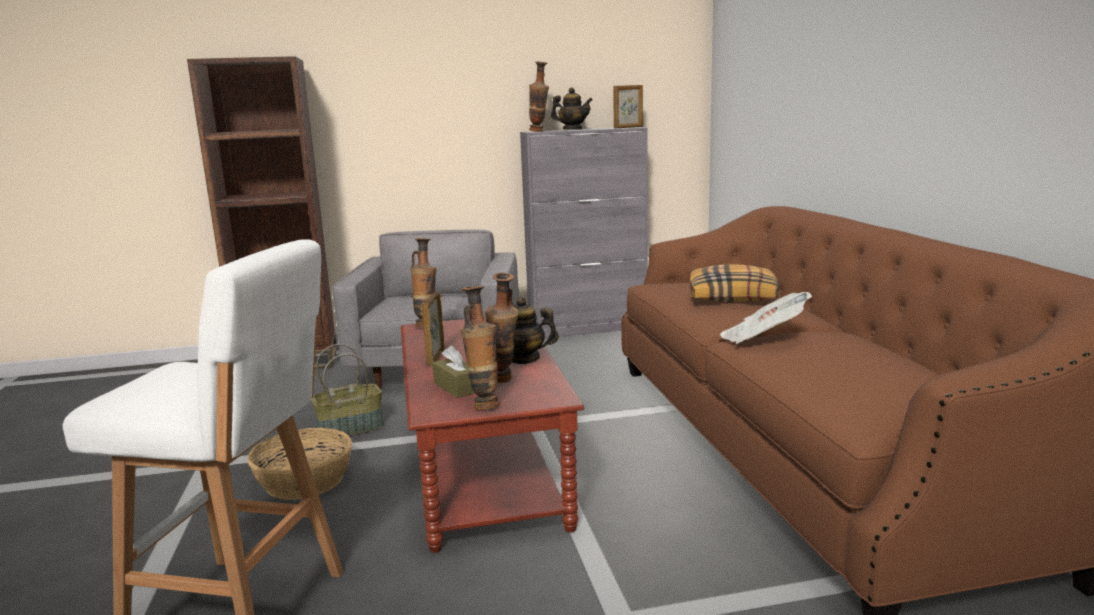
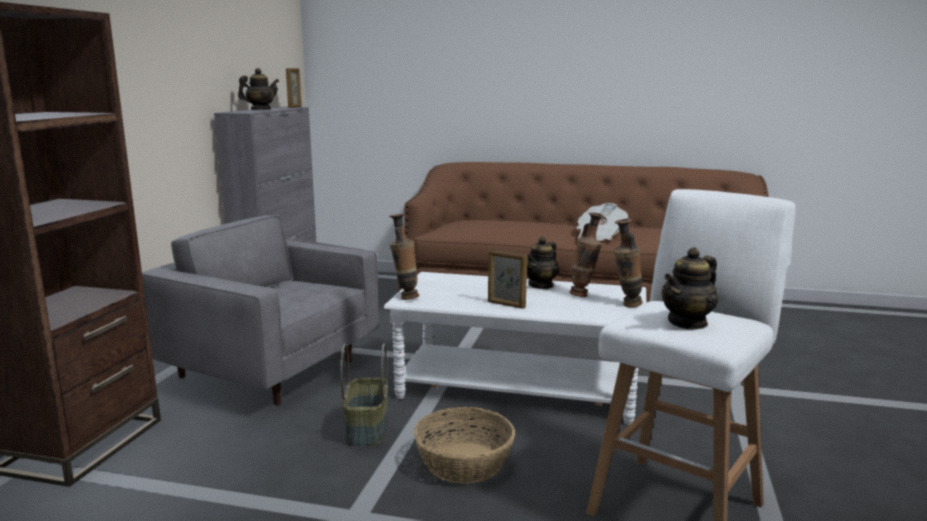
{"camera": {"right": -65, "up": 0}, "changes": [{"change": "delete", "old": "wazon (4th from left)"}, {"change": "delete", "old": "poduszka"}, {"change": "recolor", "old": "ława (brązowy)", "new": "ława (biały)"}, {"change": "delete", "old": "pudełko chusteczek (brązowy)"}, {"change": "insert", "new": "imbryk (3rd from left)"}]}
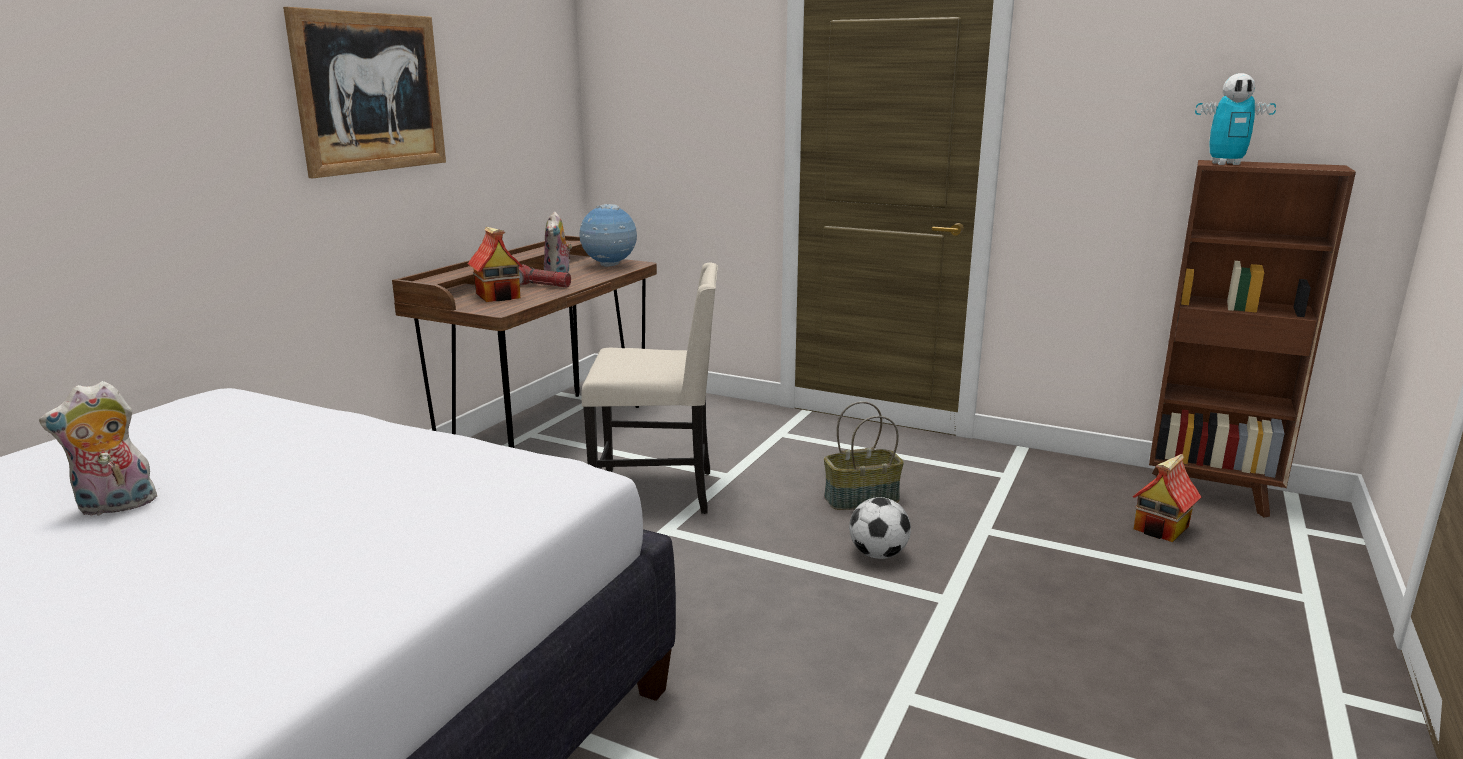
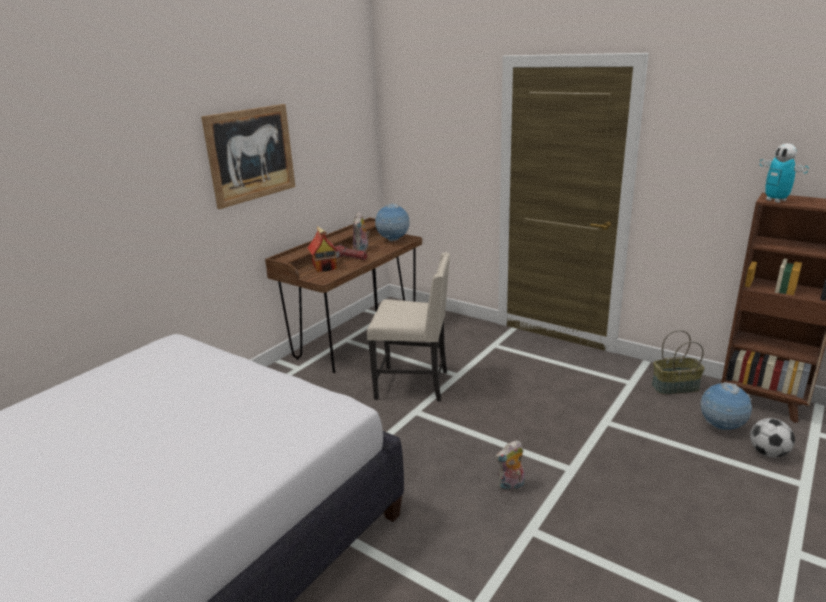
{"camera": {"right": 10, "up": 5}, "changes": [{"change": "rotate", "old": "robot zabawkowy", "degrees": 45}, {"change": "move", "old": "pluszak (1st from left in the first image)", "new": "pluszak (2nd from left)"}, {"change": "move", "old": "koszyk"}, {"change": "replace", "old": "domek (2nd from left)", "new": "globus (2nd from left)"}, {"change": "move", "old": "piłka futbolowa"}]}
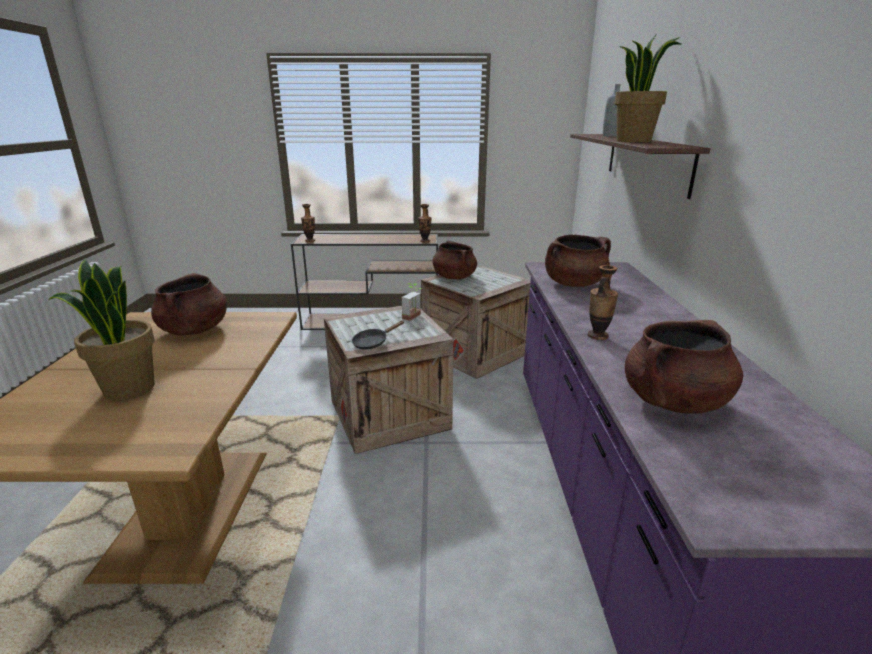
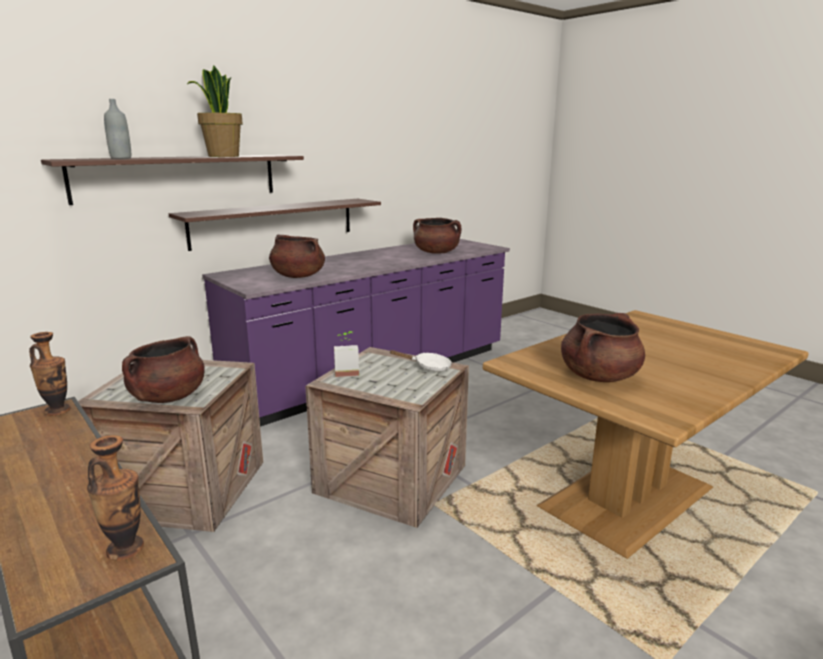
{"camera": {"right": -130, "up": -5}, "changes": [{"change": "delete", "old": "roślina doniczkowa (1st from left)"}, {"change": "delete", "old": "wazon (3rd from left)"}, {"change": "recolor", "old": "patelnia (czarny)", "new": "patelnia (biały)"}, {"change": "insert", "new": "półka (2nd from left)"}]}
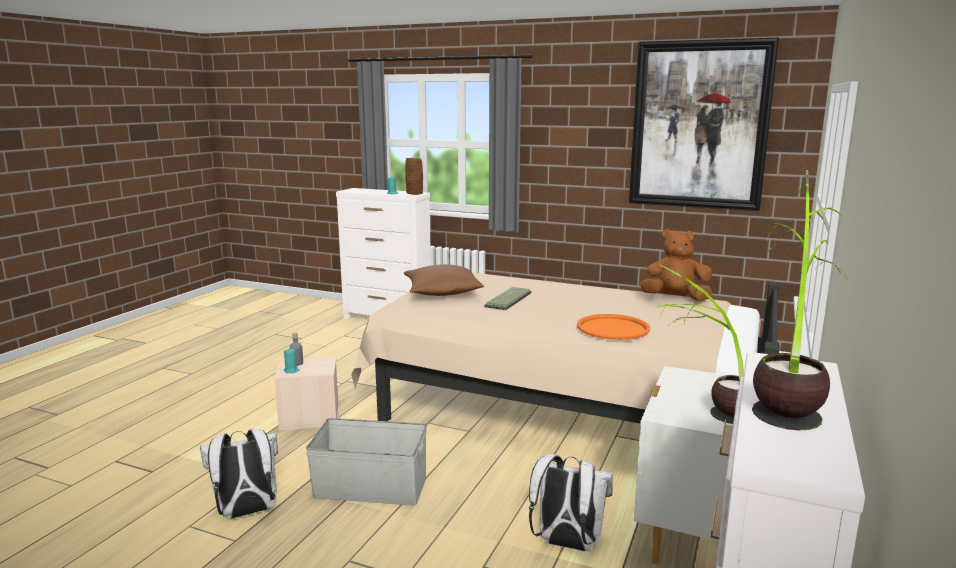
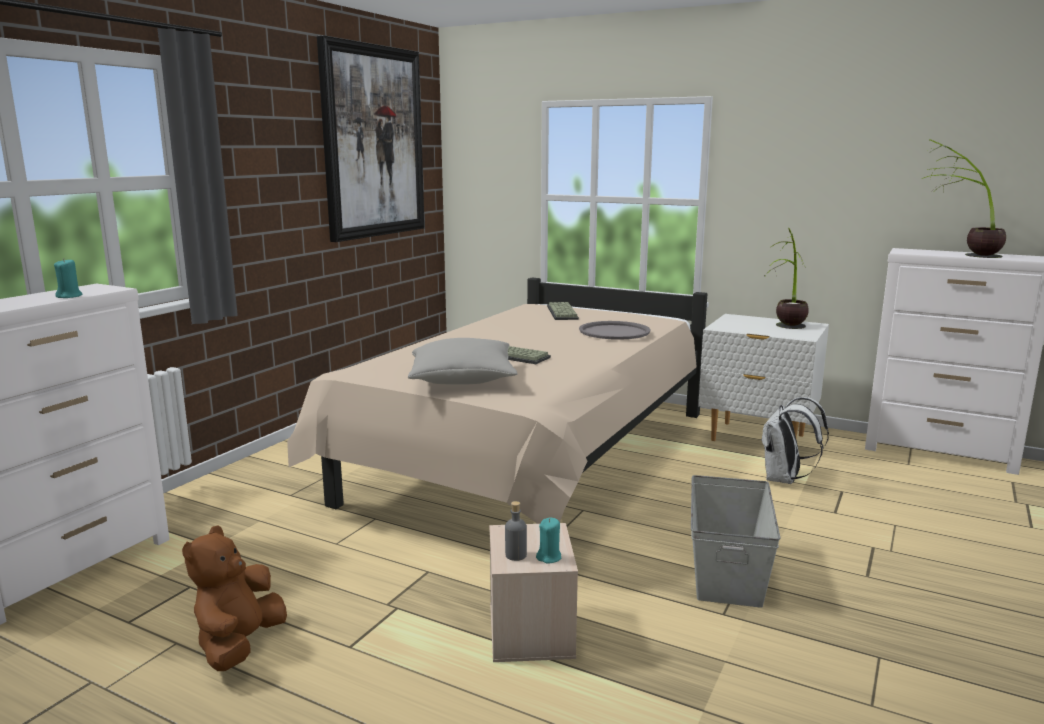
{"camera": {"right": -85, "up": 0}, "changes": [{"change": "delete", "old": "wazon (brązowy)"}, {"change": "move", "old": "pluszak (brązowy)"}, {"change": "recolor", "old": "poduszka (brązowy)", "new": "poduszka (szary)"}, {"change": "recolor", "old": "taca (pomarańczowy)", "new": "taca (szary)"}, {"change": "delete", "old": "plecak (biały) (1st from left)"}, {"change": "insert", "new": "klawiatura (2nd from left)"}]}
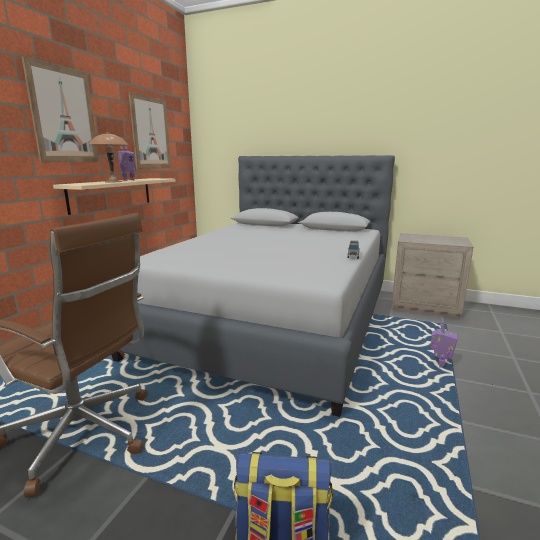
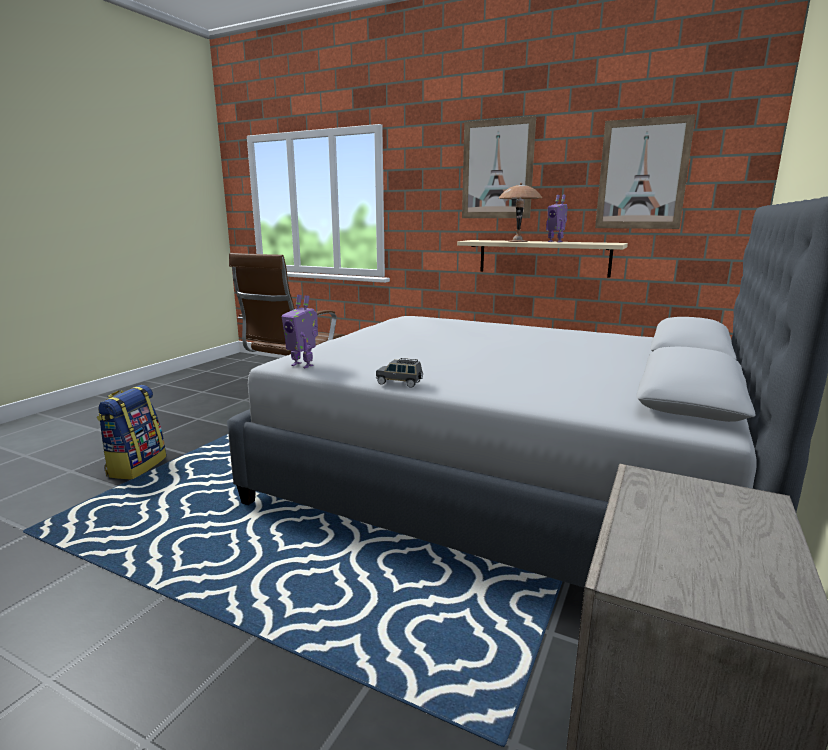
{"camera": {"right": 95, "up": 0}, "changes": [{"change": "move", "old": "robot zabawkowy (2nd from left in the first image)", "new": "robot zabawkowy (1st from left)"}]}
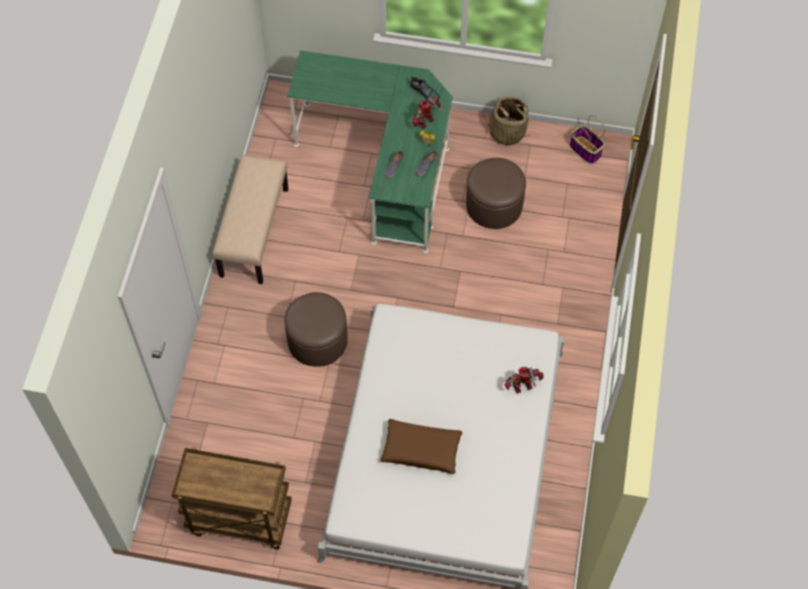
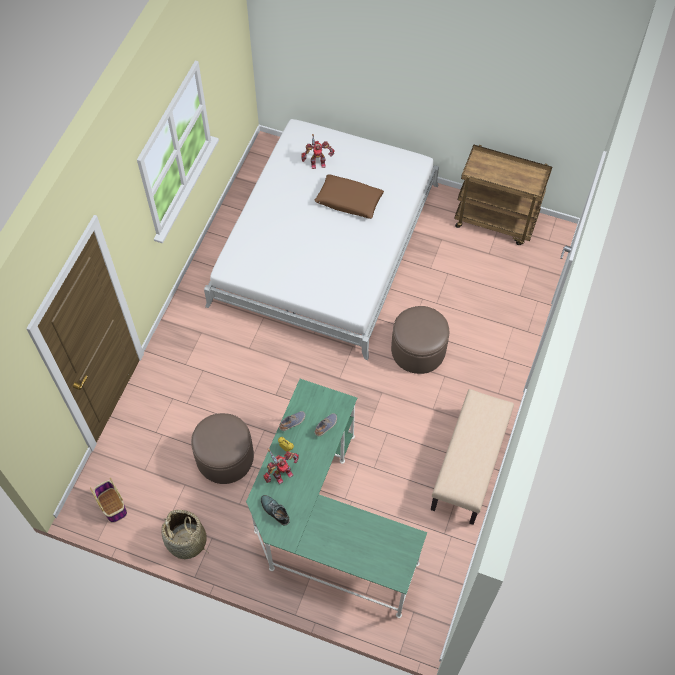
{"camera": {"right": -170, "up": 0}, "changes": [{"change": "move", "old": "robot zabawkowy (2nd from left)"}]}
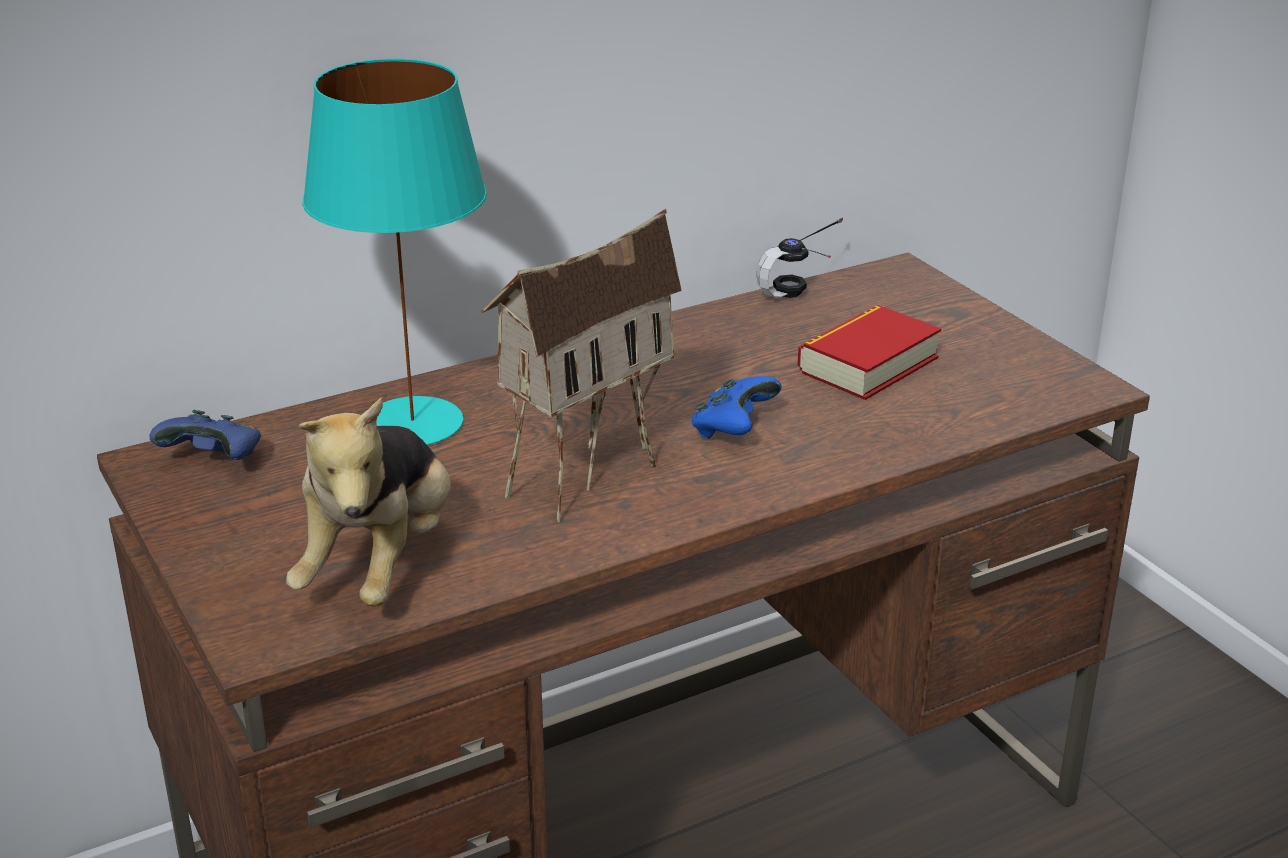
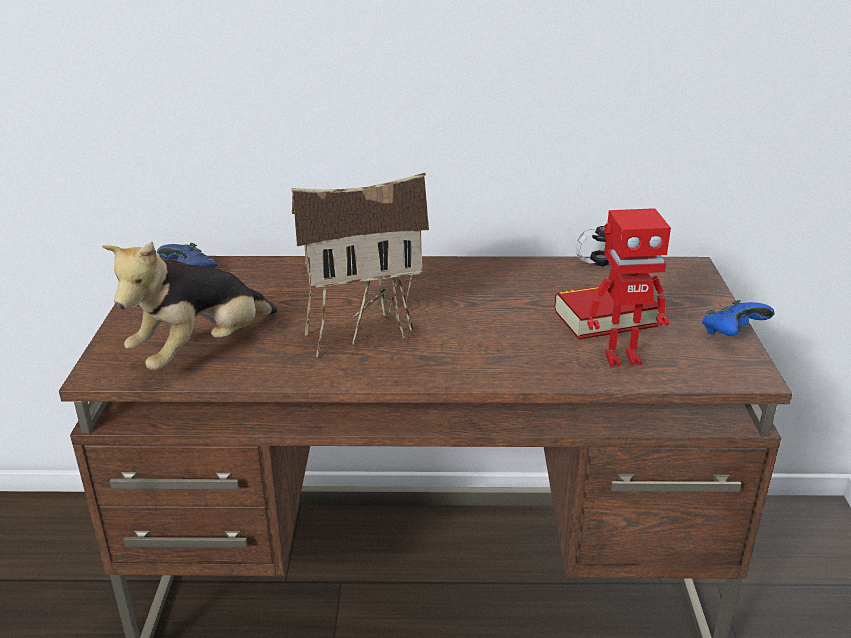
{"camera": {"right": 30, "up": 0}, "changes": [{"change": "delete", "old": "lampa stołowa (turkusowy)"}, {"change": "move", "old": "pad do gier (niebieski) (2nd from left)"}, {"change": "insert", "new": "robot zabawkowy"}]}
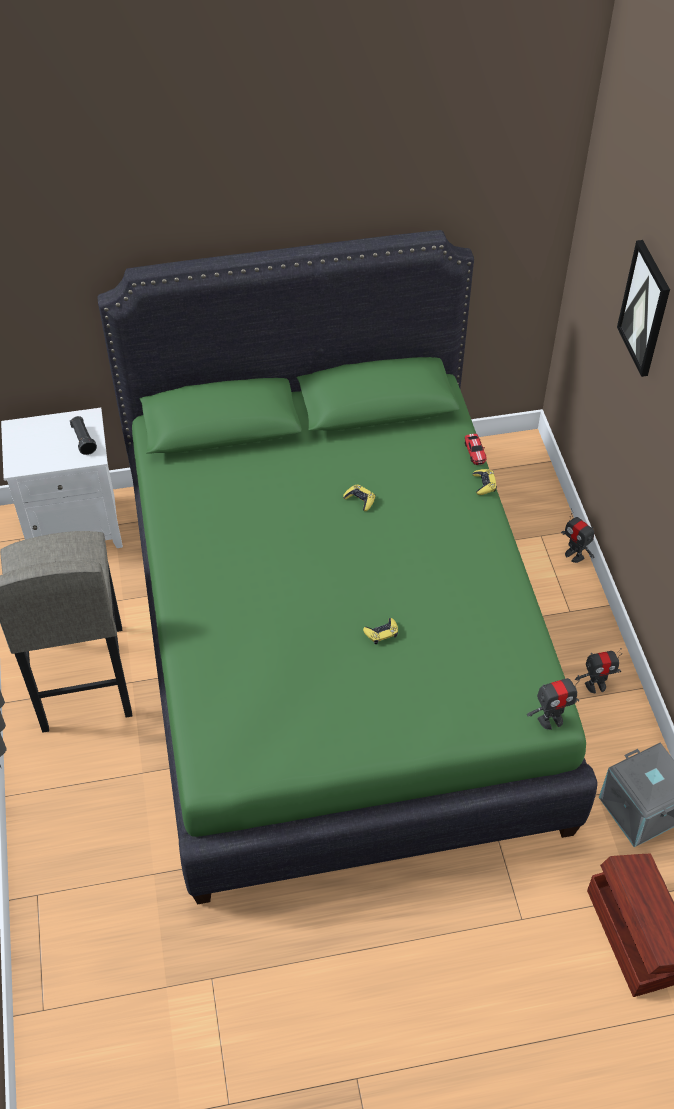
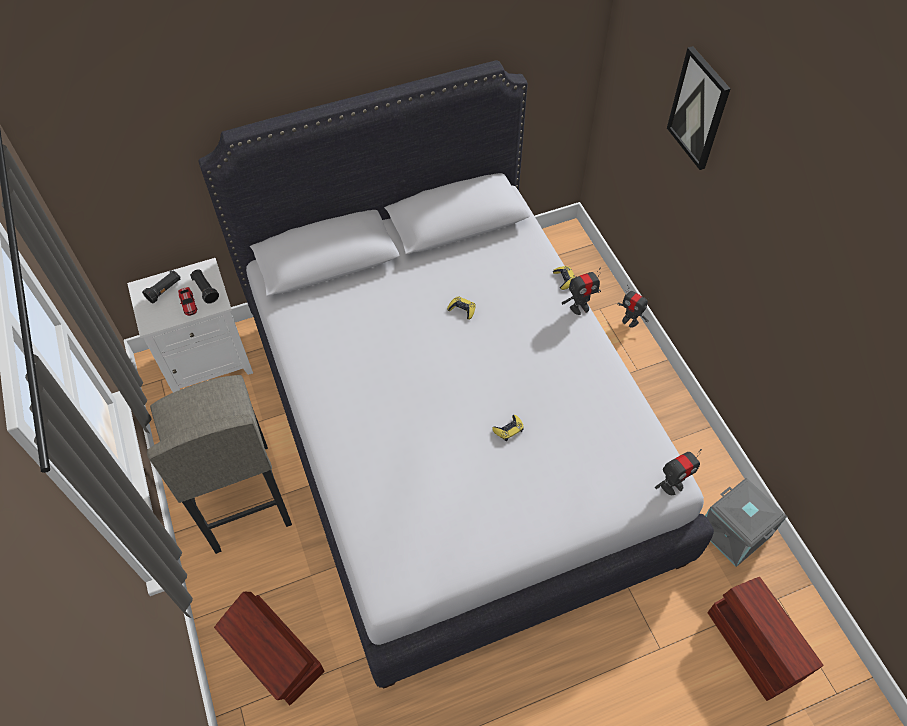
{"camera": {"right": -10, "up": 5}, "changes": [{"change": "recolor", "old": "łóżko (zielony)", "new": "łóżko (biały)"}, {"change": "move", "old": "samochodzik"}, {"change": "move", "old": "robot zabawkowy (3rd from left in the first image)", "new": "robot zabawkowy (1st from left)"}, {"change": "insert", "new": "latarka (czarny) (1st from left)"}, {"change": "insert", "new": "pojemnik do przechowywania (brązowy) (1st from left)"}]}
